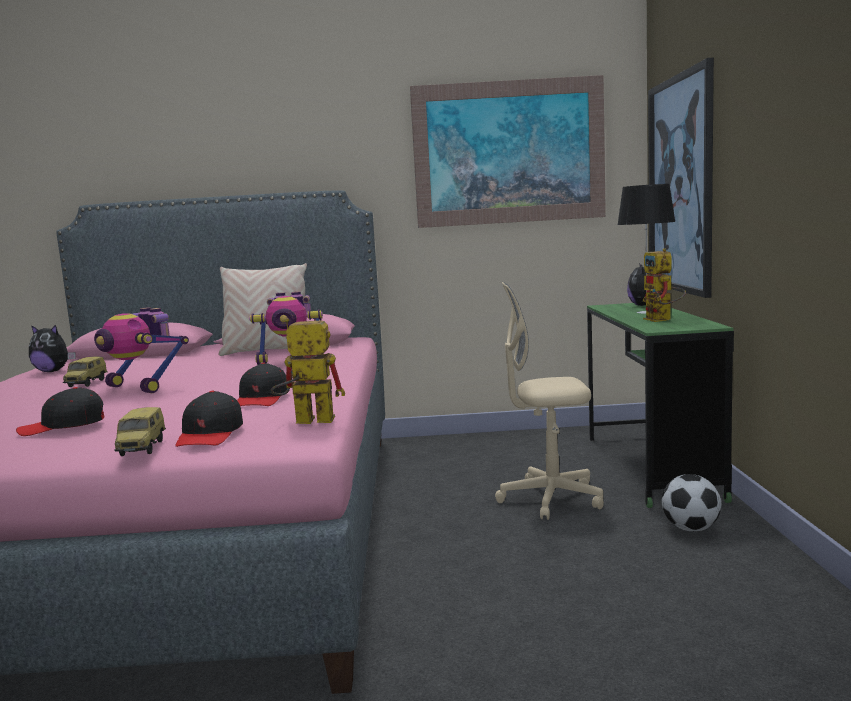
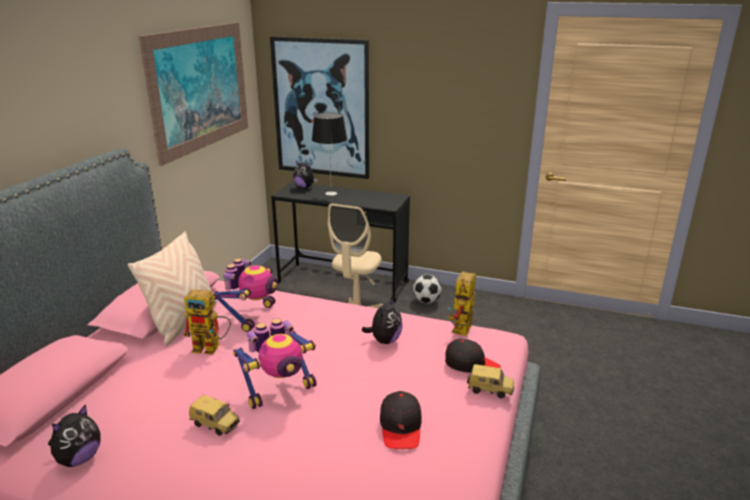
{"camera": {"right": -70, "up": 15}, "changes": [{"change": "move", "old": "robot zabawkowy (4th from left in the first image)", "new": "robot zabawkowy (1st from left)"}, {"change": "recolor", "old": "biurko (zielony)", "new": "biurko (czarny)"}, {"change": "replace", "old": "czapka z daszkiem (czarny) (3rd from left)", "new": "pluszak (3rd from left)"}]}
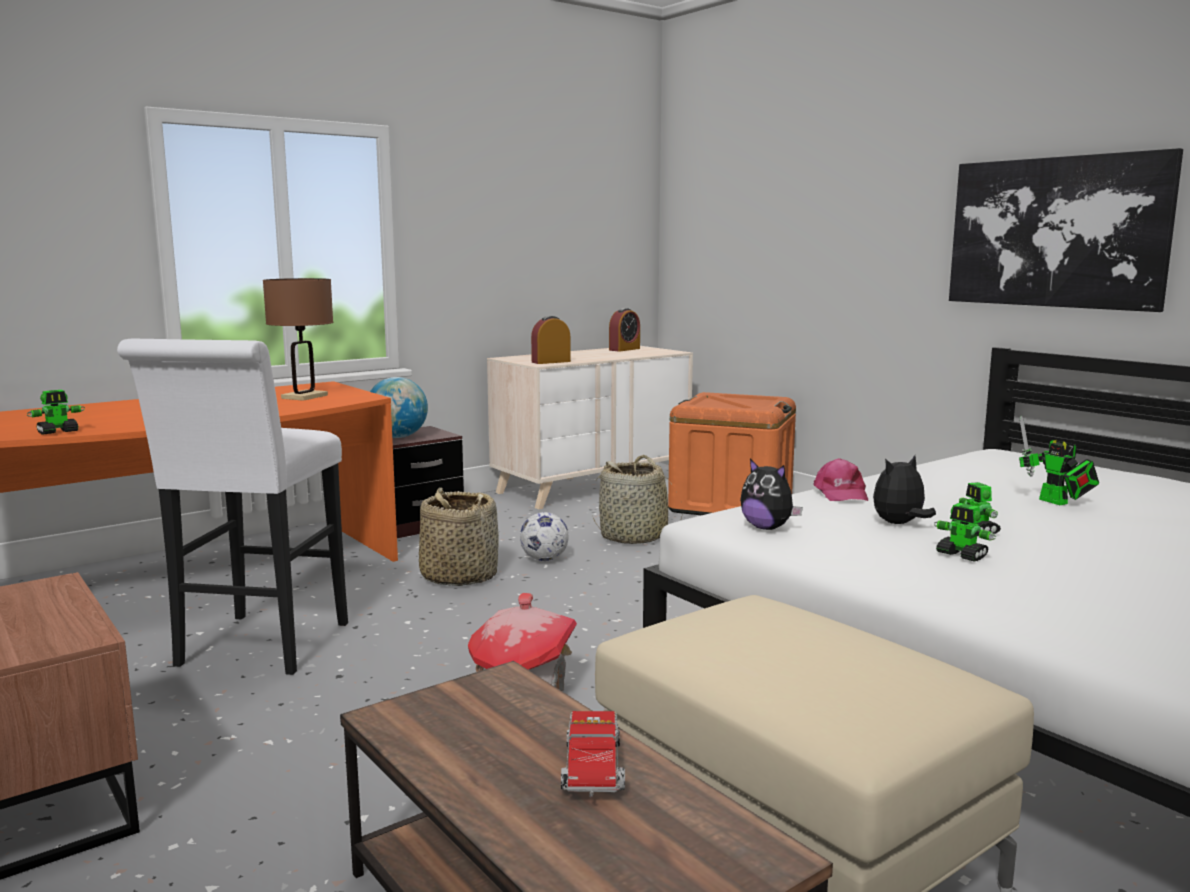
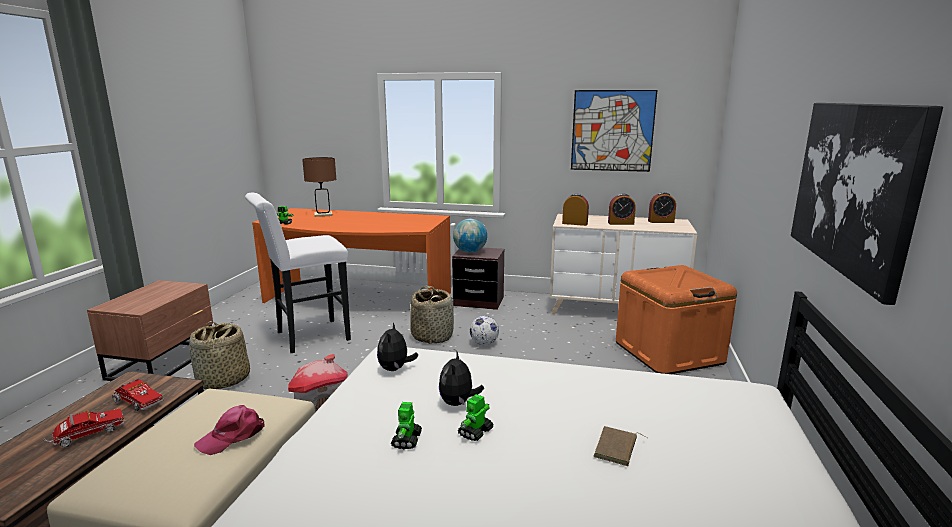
{"camera": {"right": 50, "up": 5}, "changes": [{"change": "move", "old": "lampa stołowa (brązowy)"}, {"change": "replace", "old": "robot zabawkowy (4th from left)", "new": "książka (brązowy)"}, {"change": "move", "old": "koszyk (2nd from left in the first image)", "new": "koszyk (1st from left)"}, {"change": "rotate", "old": "pluszak (2nd from left)", "degrees": -105}, {"change": "move", "old": "czapka z daszkiem (różowy)"}, {"change": "insert", "new": "obraz (1st from left)"}, {"change": "insert", "new": "budzik (2nd from left)"}, {"change": "insert", "new": "ciężarówka zabawkowa (2nd from left)"}]}
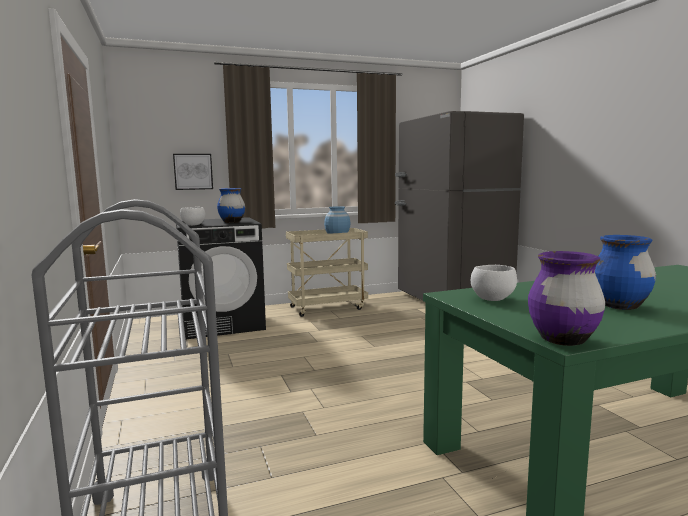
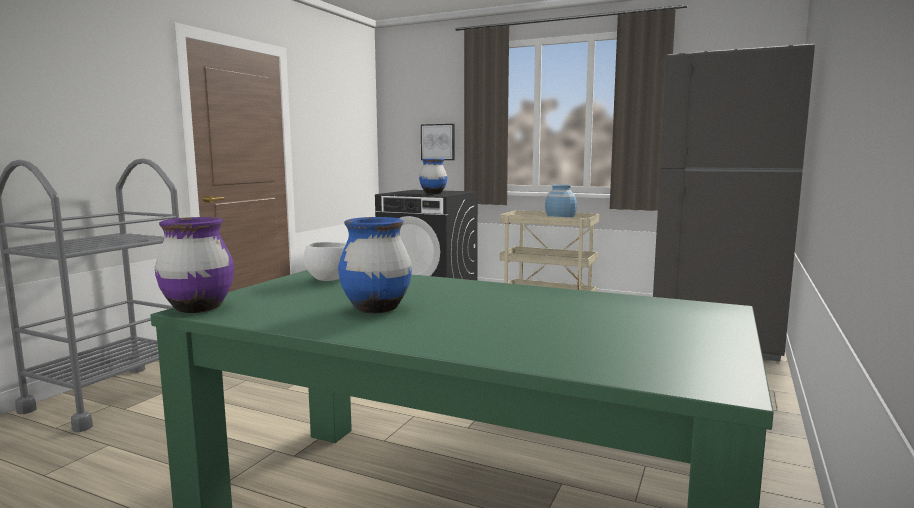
{"camera": {"right": 45, "up": 0}, "changes": [{"change": "delete", "old": "miska (biały) (1st from left)"}]}
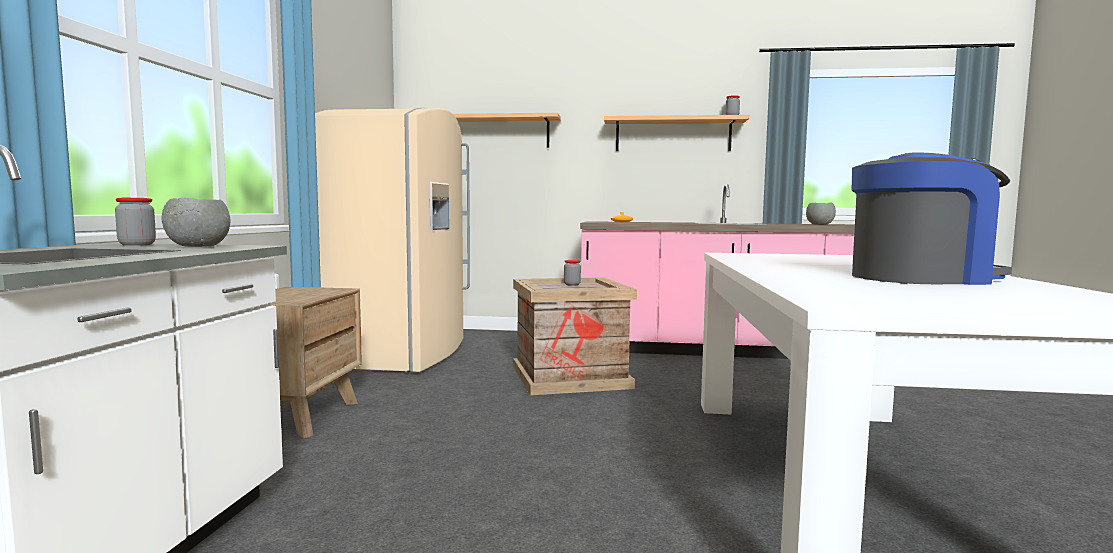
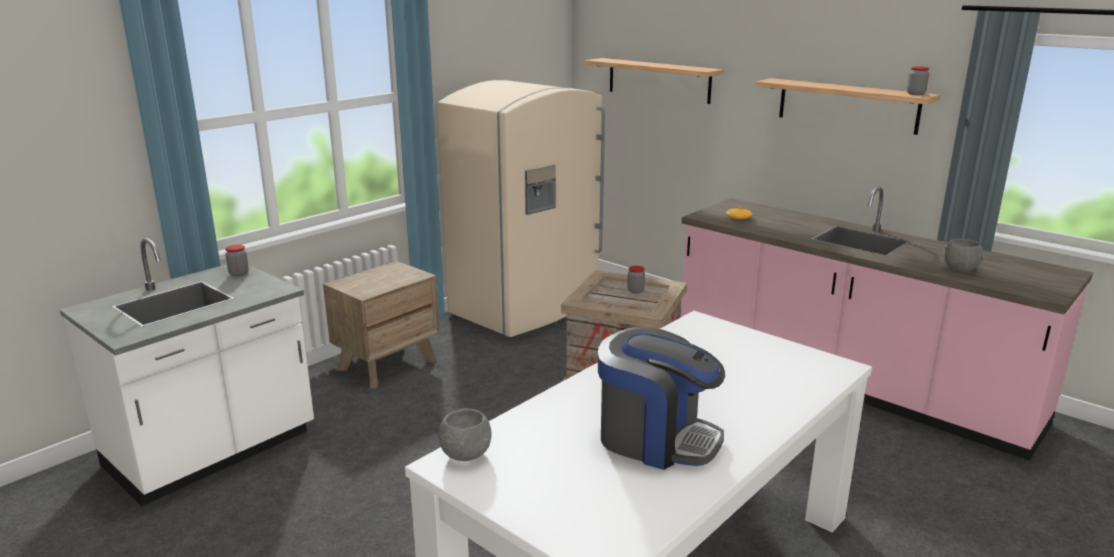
{"camera": {"right": 35, "up": 15}, "changes": [{"change": "move", "old": "miska (szary) (1st from left)"}]}
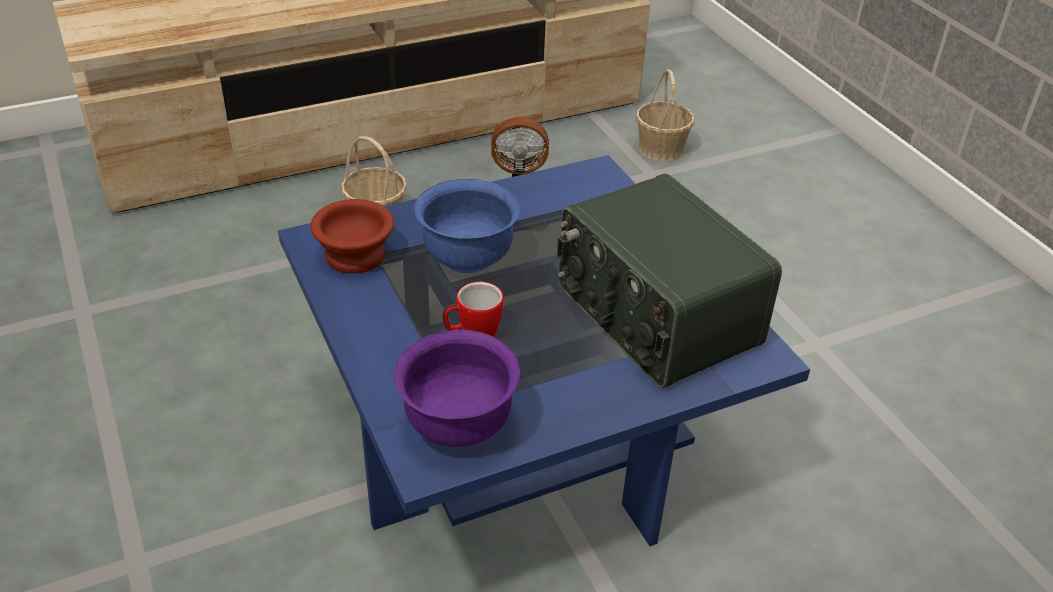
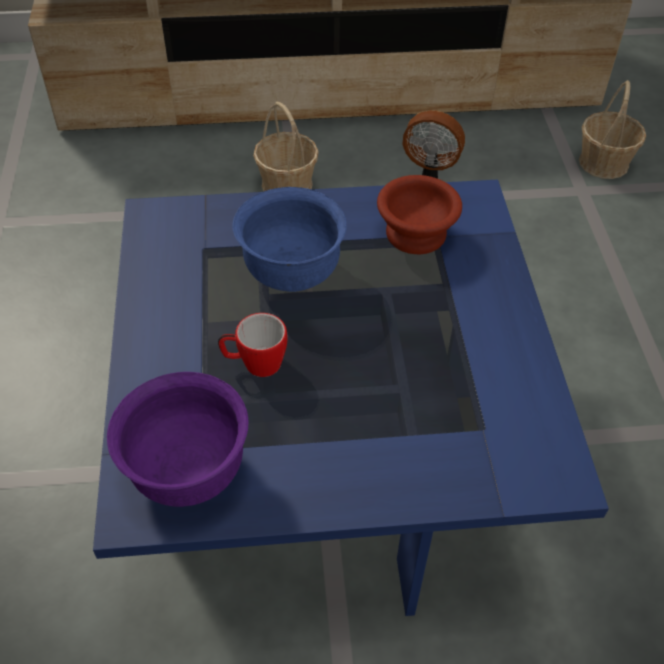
{"camera": {"right": 20, "up": 10}, "changes": [{"change": "delete", "old": "radio"}, {"change": "move", "old": "miska (brązowy)"}]}
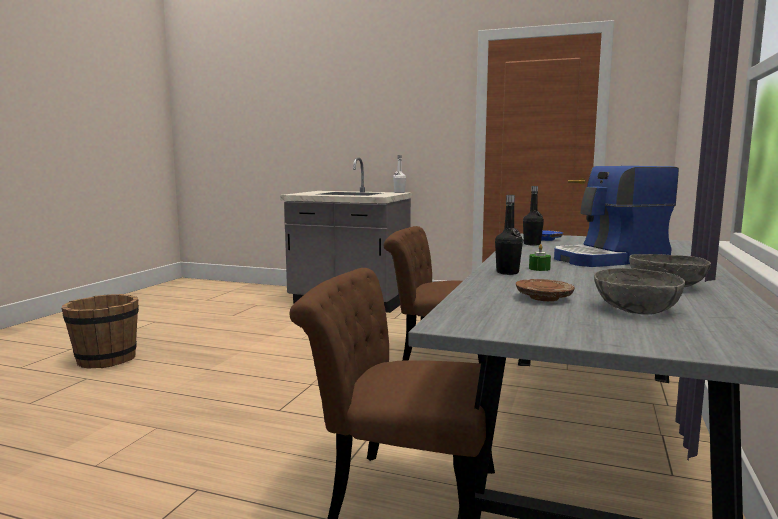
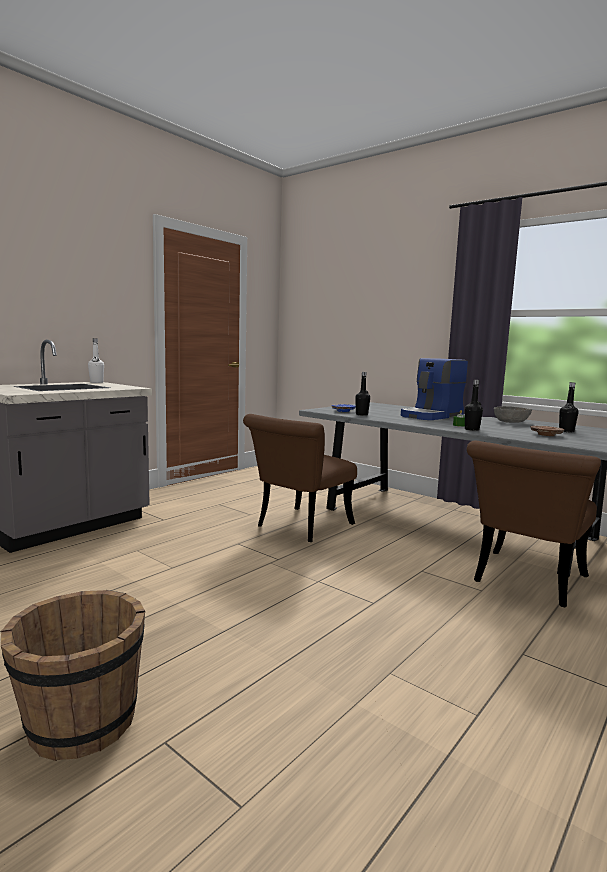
{"camera": {"right": -70, "up": 0}, "changes": [{"change": "rotate", "old": "ekspres do kawy", "degrees": 45}, {"change": "replace", "old": "miska (szary) (1st from left)", "new": "butelka (czarny) (3rd from left)"}]}
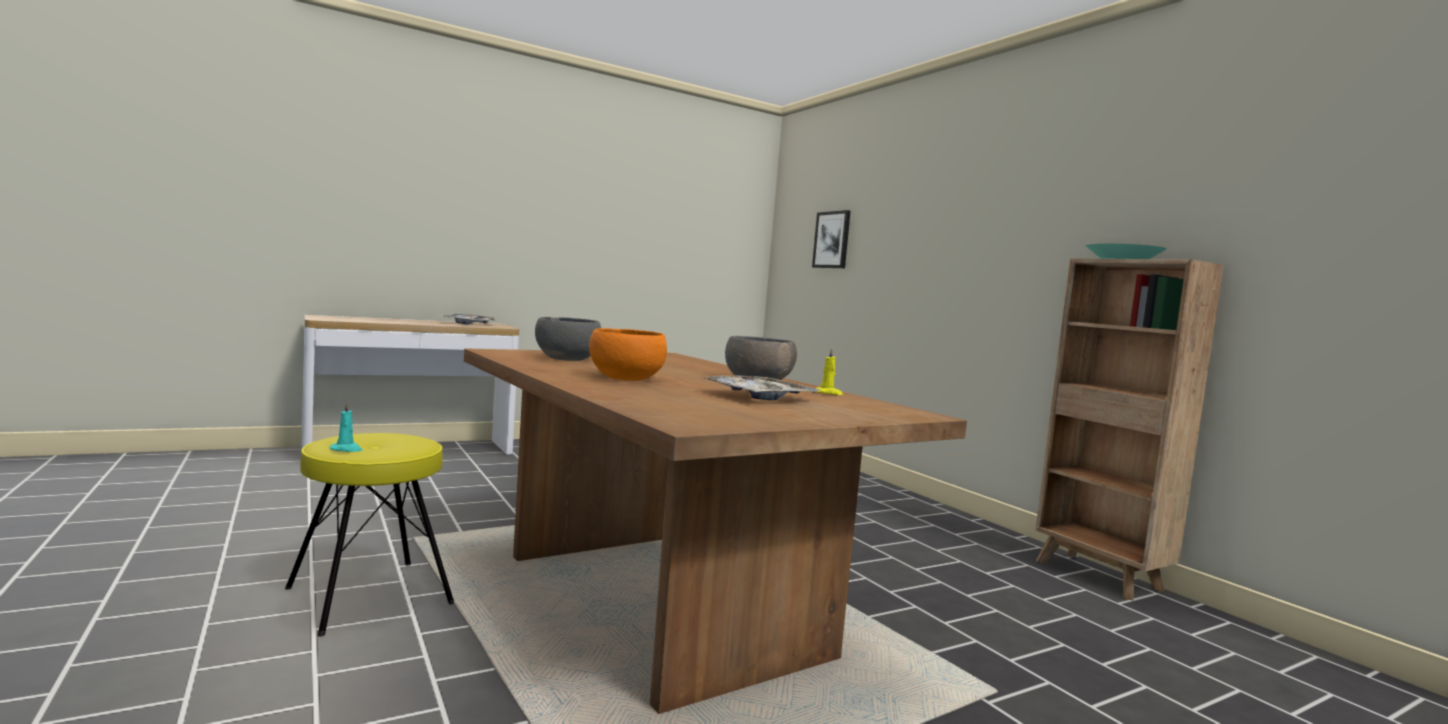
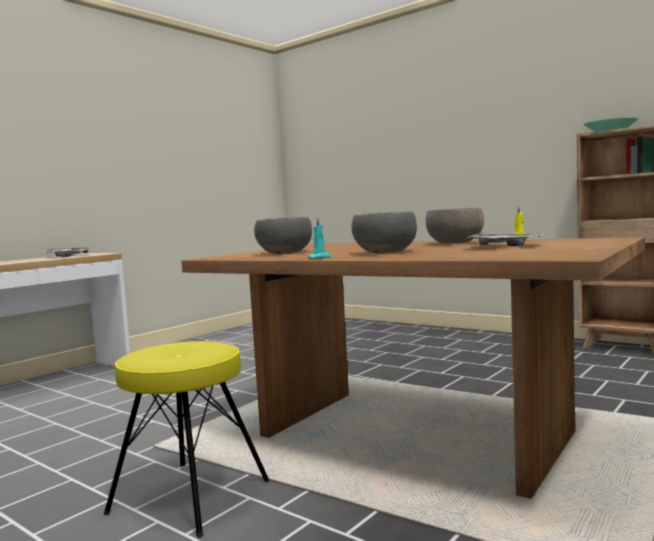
{"camera": {"right": -20, "up": 0}, "changes": [{"change": "delete", "old": "obraz"}, {"change": "recolor", "old": "miska (pomarańczowy)", "new": "miska (szary) (2nd from left)"}, {"change": "move", "old": "świeca (turkusowy)"}]}
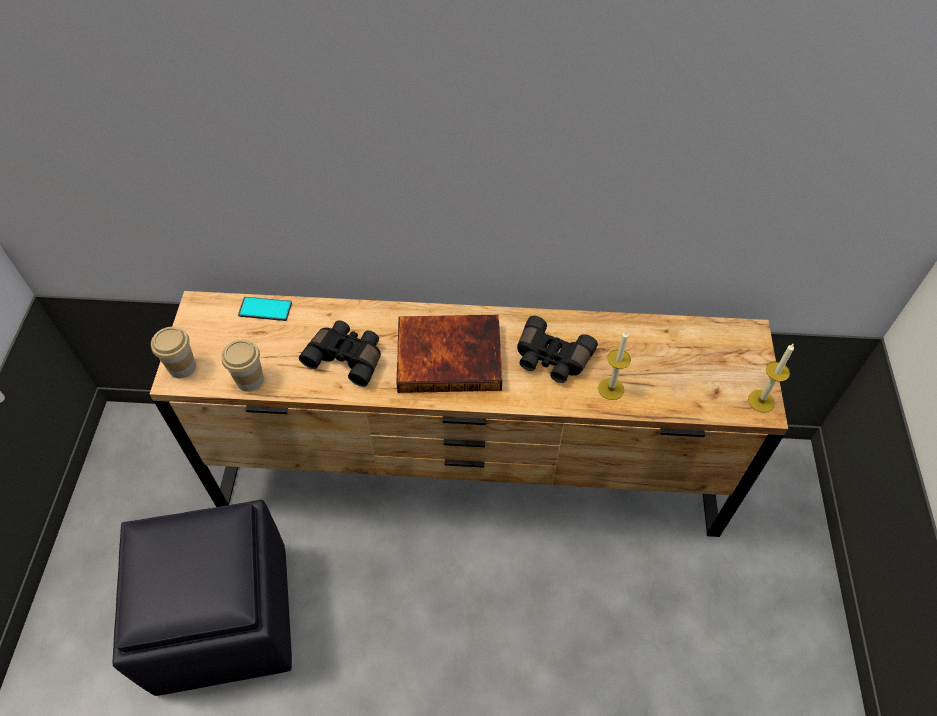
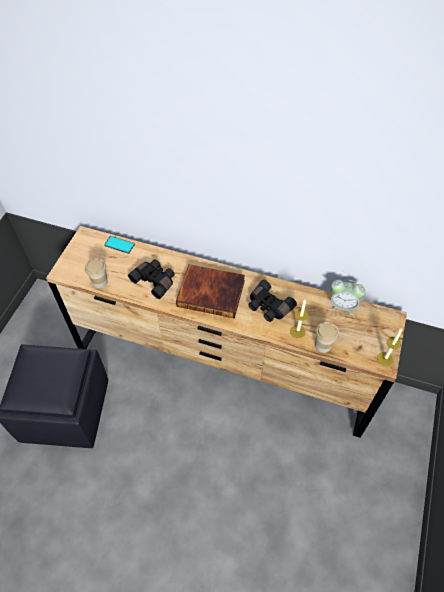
{"camera": {"right": 15, "up": 0}, "changes": [{"change": "move", "old": "filiżanka (1st from left in the first image)", "new": "filiżanka (2nd from left)"}, {"change": "insert", "new": "budzik"}]}
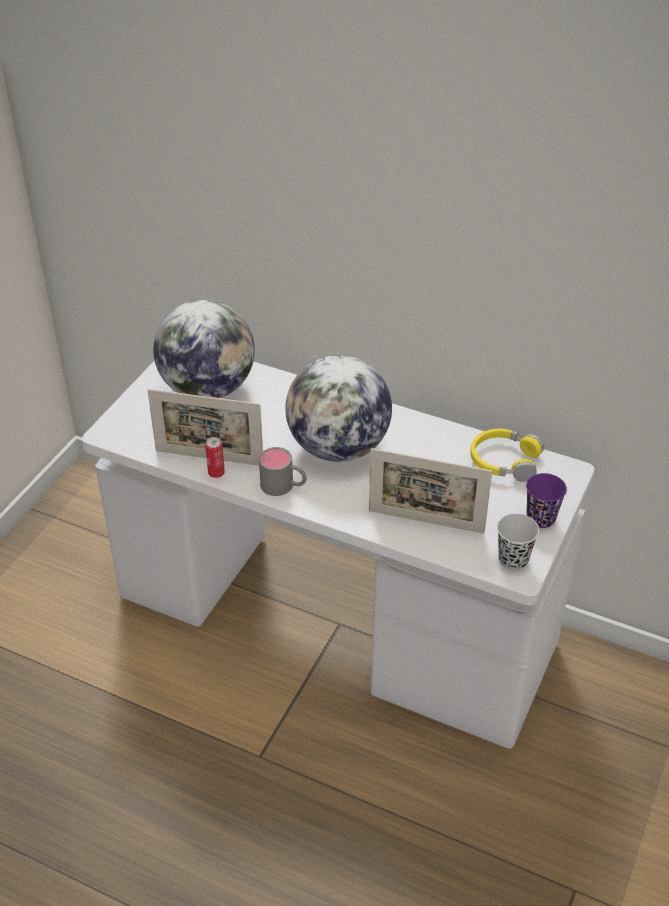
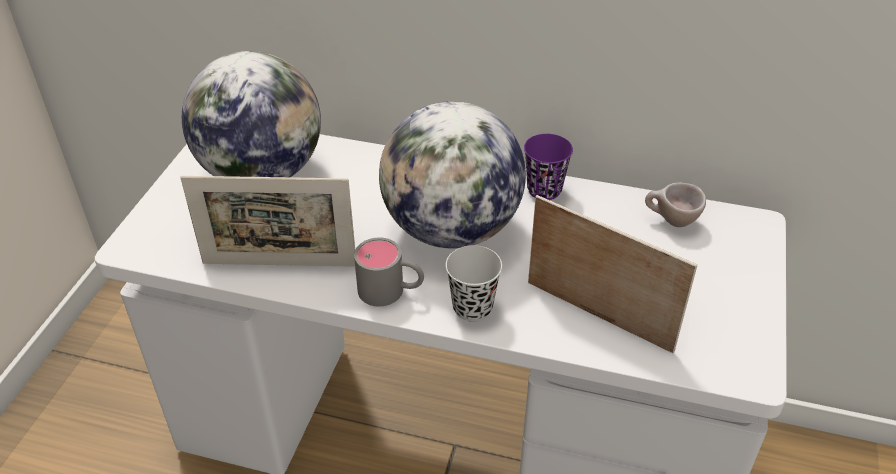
{"camera": {"right": -10, "up": 0}, "changes": [{"change": "replace", "old": "słuchawki (żółty)", "new": "filiżanka (beżowy)"}, {"change": "delete", "old": "puszka"}, {"change": "rotate", "old": "ramka na zdjęcie (2nd from left)", "degrees": -150}, {"change": "move", "old": "filiżanka (fioletowy)"}, {"change": "move", "old": "filiżanka (czarny)"}]}
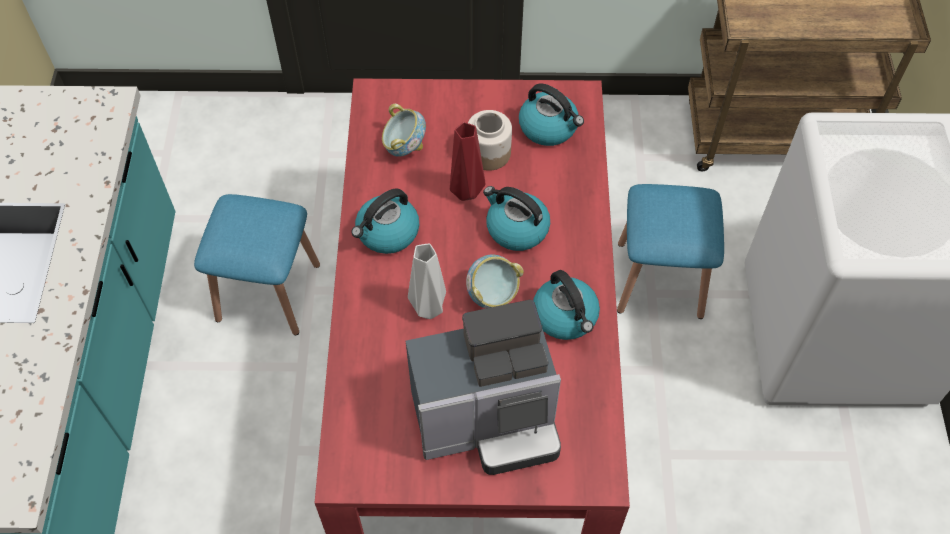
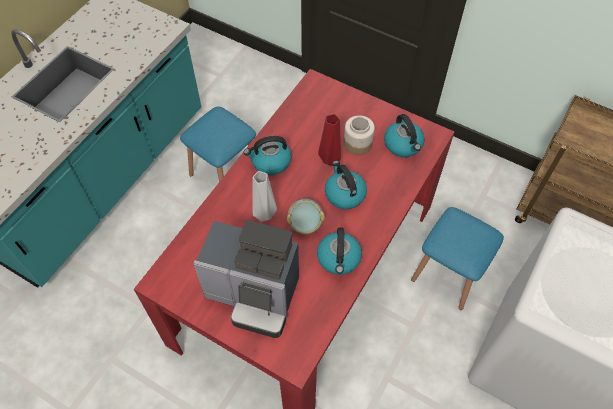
{"camera": {"right": 30, "up": 0}, "changes": [{"change": "delete", "old": "miska (1st from left)"}]}
